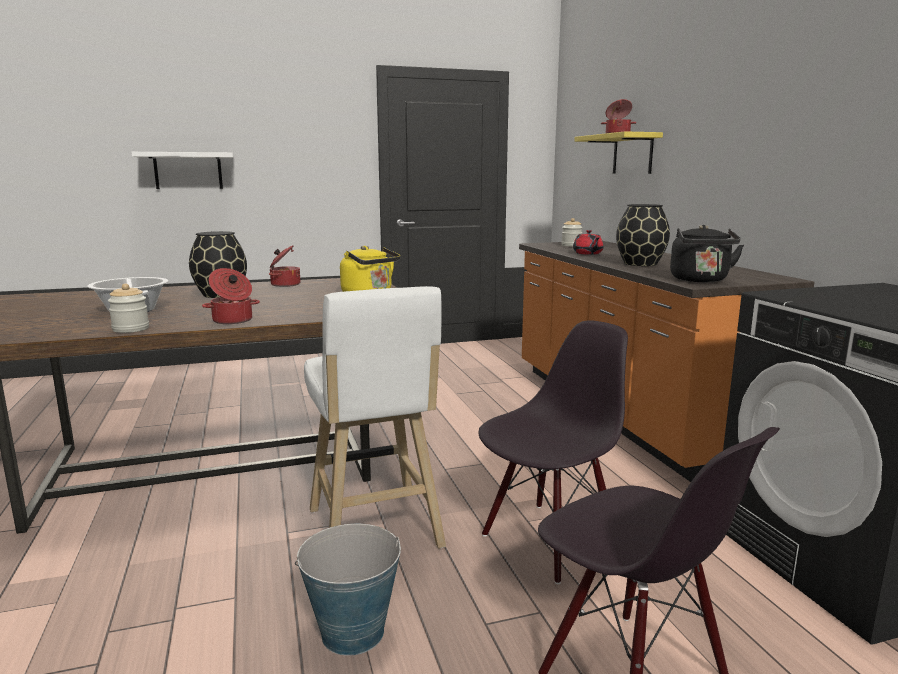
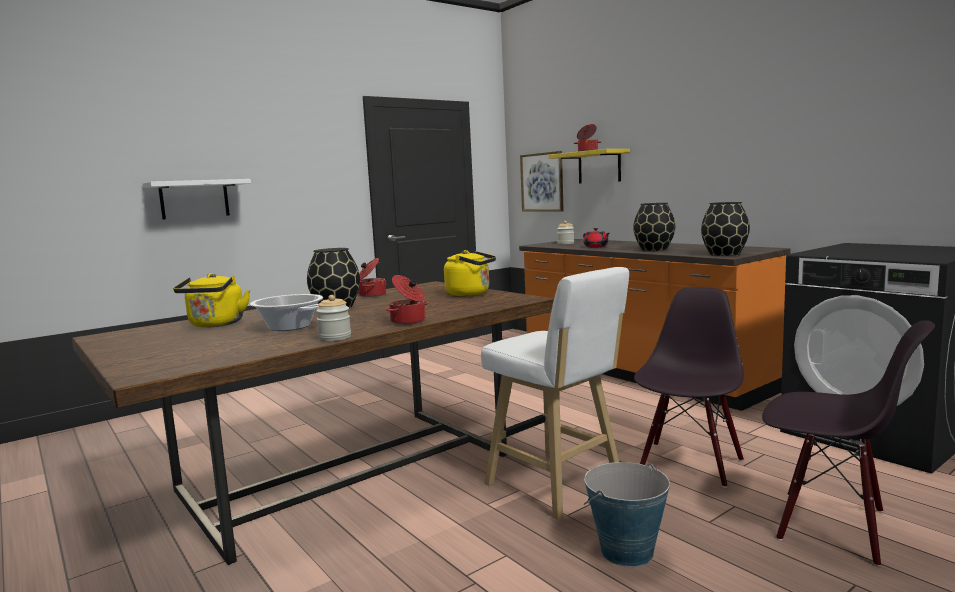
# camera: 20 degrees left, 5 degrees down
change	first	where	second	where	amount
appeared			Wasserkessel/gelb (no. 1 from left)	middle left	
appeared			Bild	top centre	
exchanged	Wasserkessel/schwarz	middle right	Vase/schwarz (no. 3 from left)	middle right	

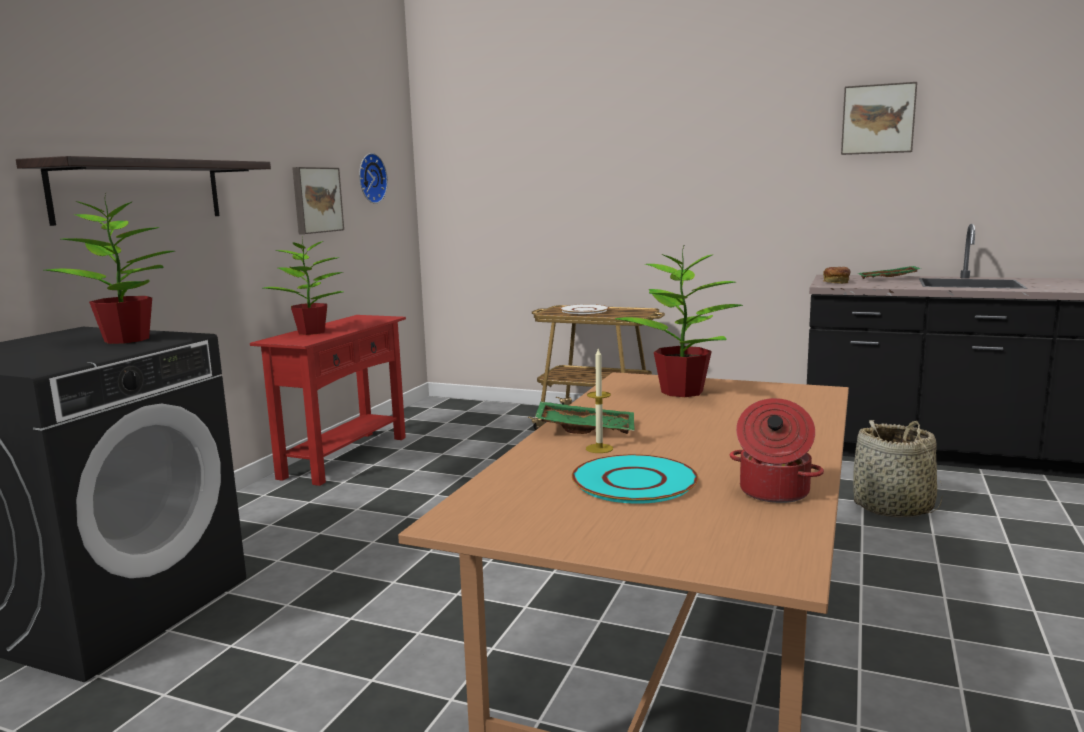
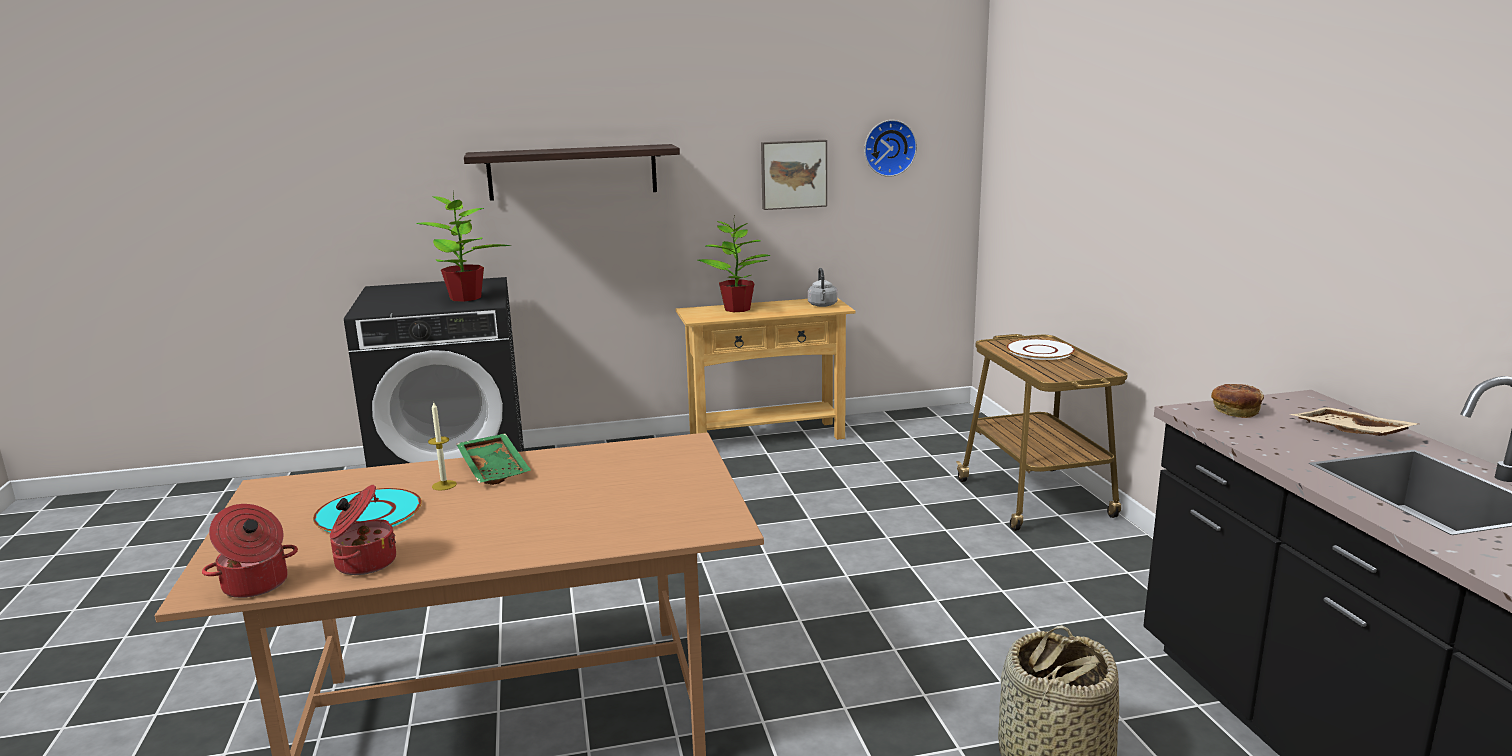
# camera: 55 degrees right, 5 degrees up
change	first	where	second	where	amount
appeared			Kochtopf (no. 1 from left)	bottom left	
colour	Konsolentisch/rot	middle left	Konsolentisch/beige	centre	
appeared			Wasserkessel/grau	centre	
colour	Tablett/grün (no. 2 from left)	middle right	Tablett/beige	middle right	
missing	Topfpflanze (no. 3 from left)	centre			
missing	Bild (no. 2 from left)	top right			

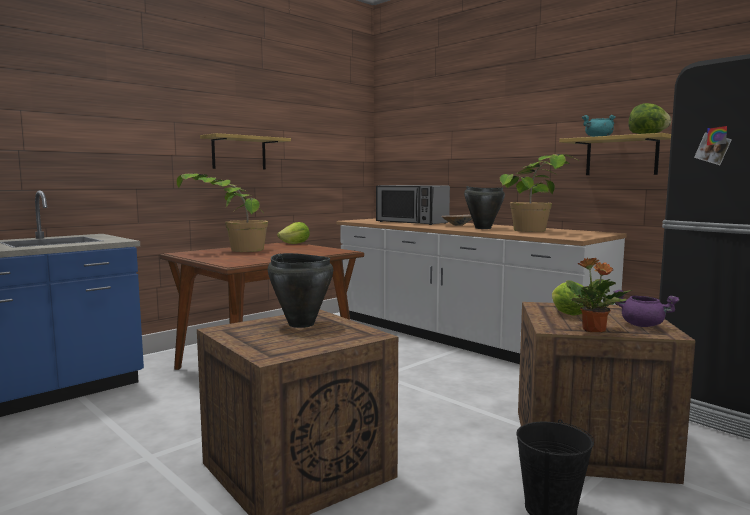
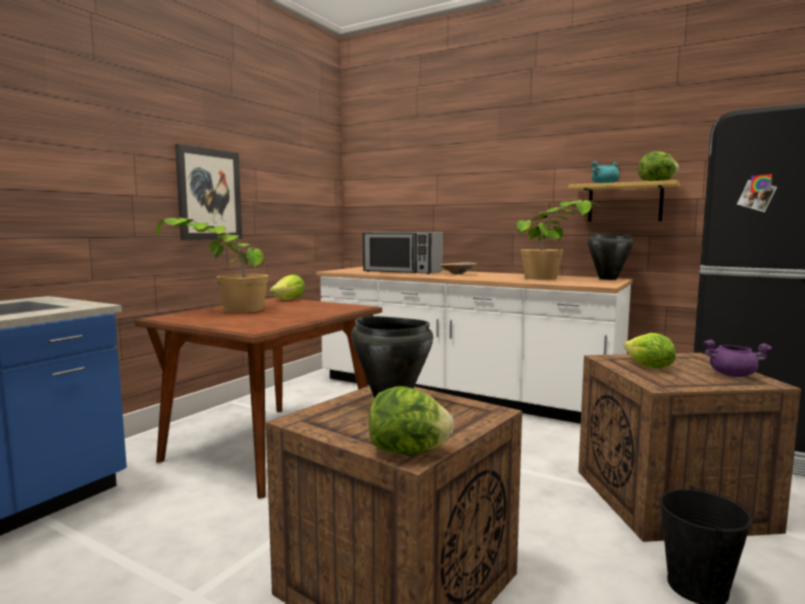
# camera: 15 degrees left, 0 degrees up
change	first	where	second	where	amount
exchanged	Wandregal (no. 1 from left)	top left	Bild	top left	
appeared			Salatkopf (no. 2 from left)	bottom centre	
relocated	Kochtopf/schwarz (no. 2 from left)	centre		middle right	
missing	Topfpflanze (no. 3 from left)	middle right			

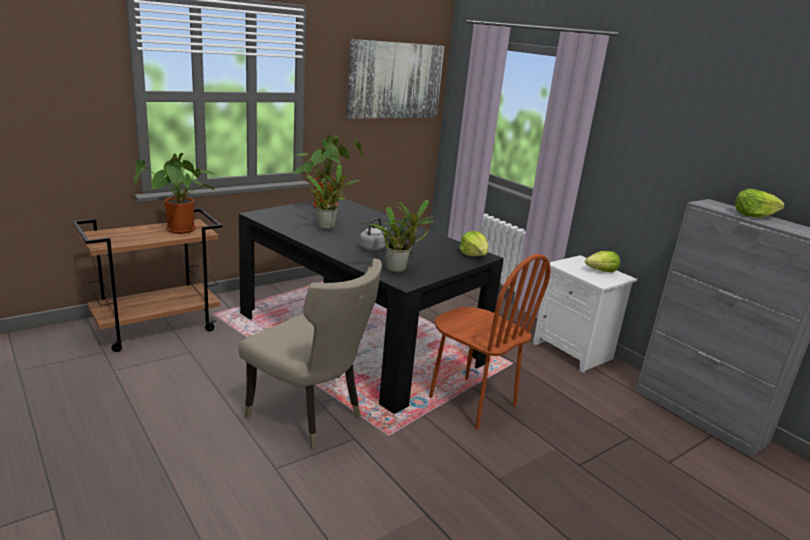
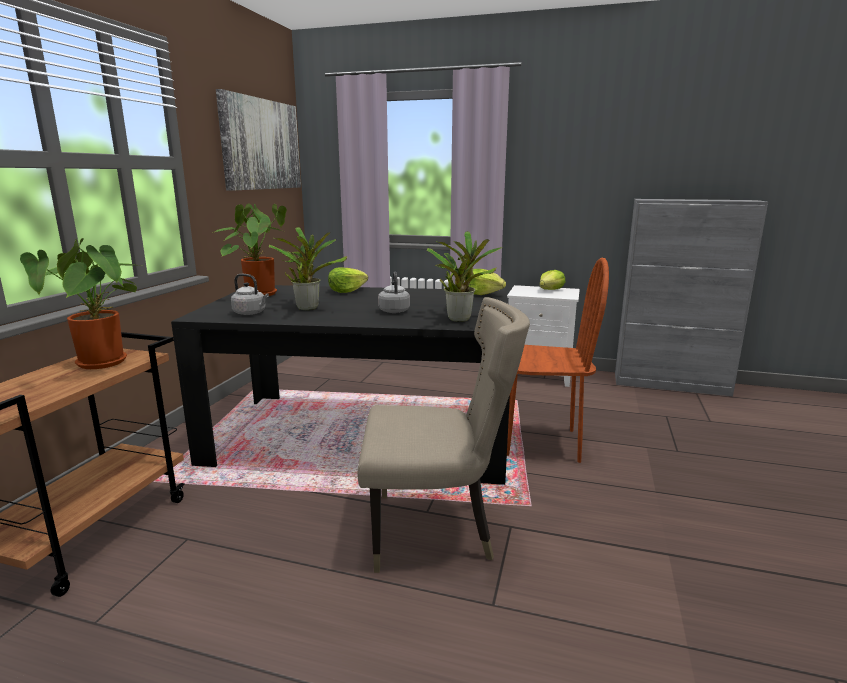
# camera: 35 degrees left, 5 degrees down
change	first	where	second	where	amount
appeared			Wasserkessel/grau (no. 1 from left)	middle left	
relocated	Salatkopf (no. 3 from left in the first image)	middle right	Salatkopf (no. 1 from left)	centre	

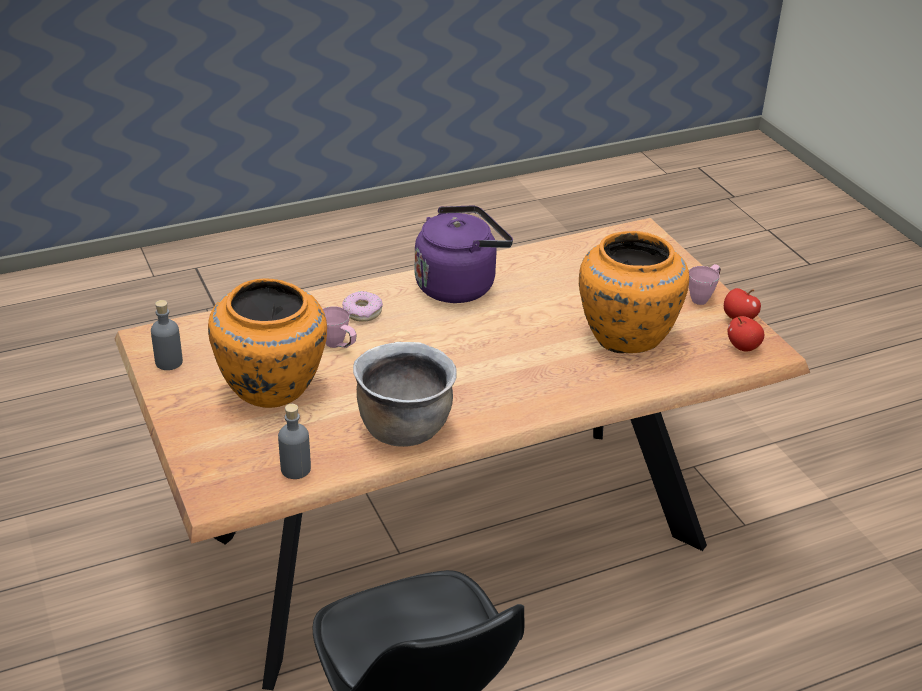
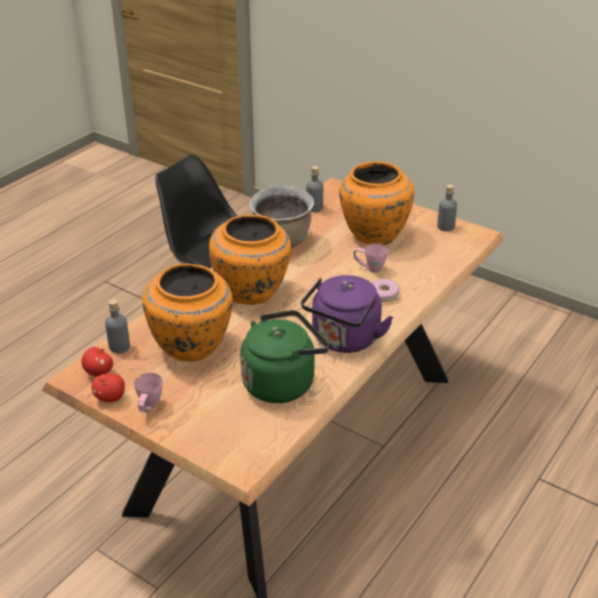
# camera: 150 degrees right, 0 degrees up
change	first	where	second	where	amount
appeared			Flasche/grau (no. 1 from left)	middle left	
appeared			Vase/orange (no. 2 from left)	centre	
appeared			Wasserkessel/grün	centre	

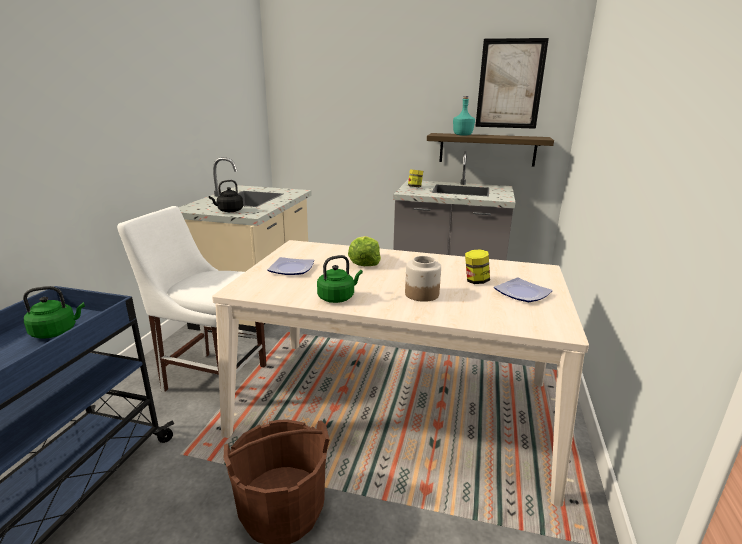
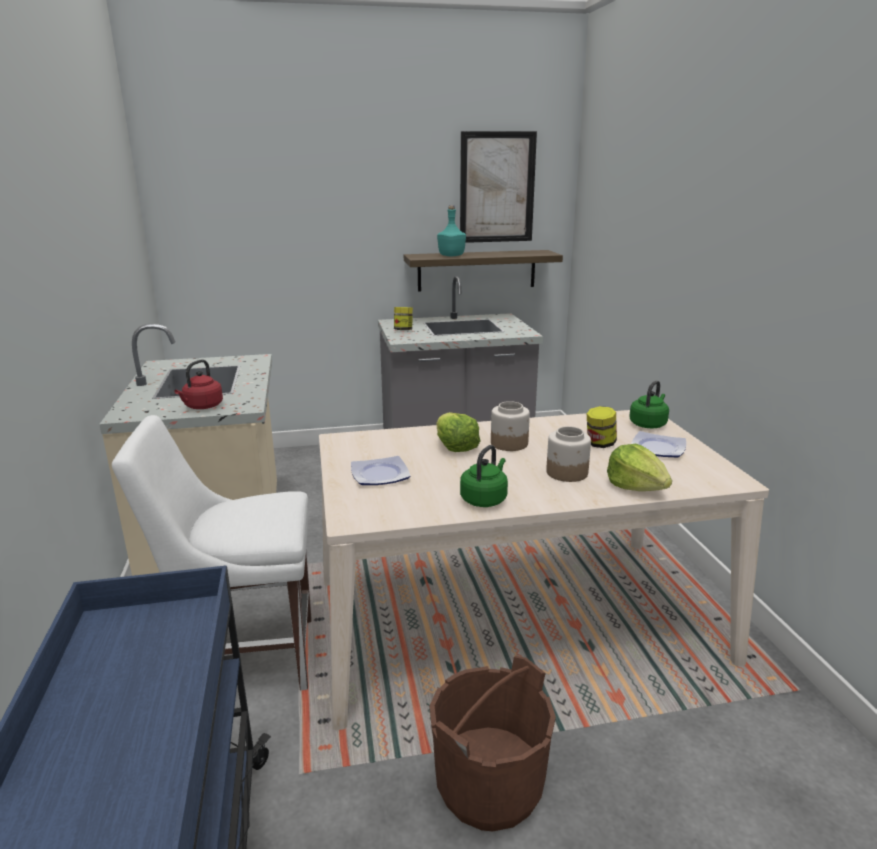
# camera: 25 degrees left, 0 degrees up
change	first	where	second	where	amount
colour	Wasserkessel/schwarz	middle left	Wasserkessel/rot	middle left	
appeared			Vorratsglas (no. 2 from left)	centre	
appeared			Salatkopf (no. 2 from left)	middle right	
relocated	Wasserkessel/grün (no. 1 from left in the first image)	middle left	Wasserkessel/grün (no. 2 from left)	middle right	

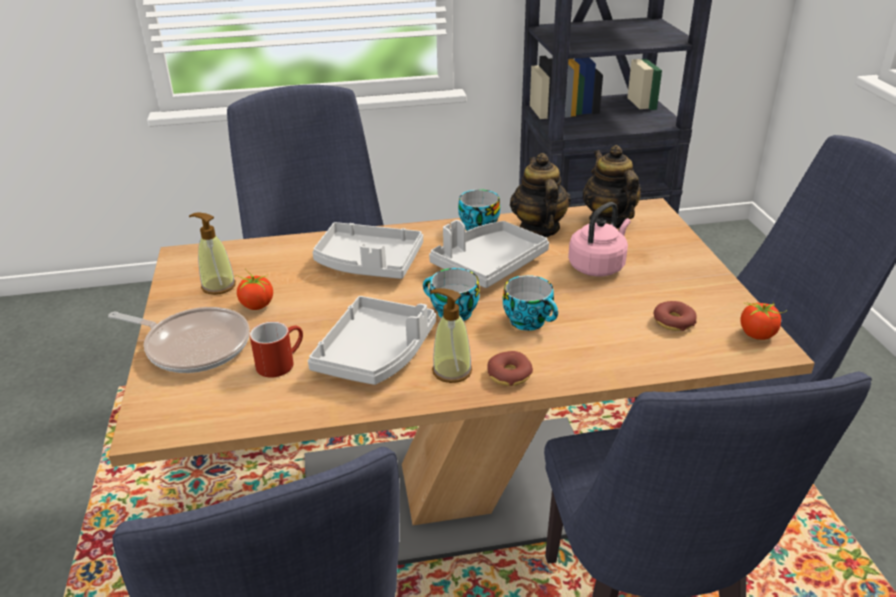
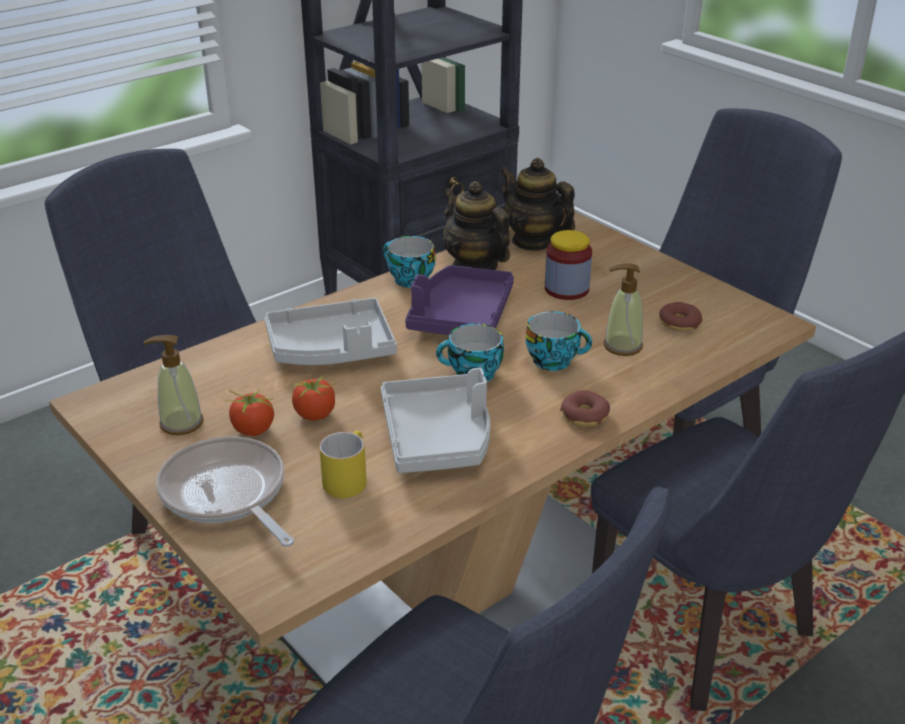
# camera: 30 degrees left, 0 degrees up
change	first	where	second	where	amount
spun	Pfanne	middle left		bottom left	120 degrees counterclockwise
relocated	Tomate (no. 2 from left)	middle right		centre	
colour	Henkelbecher/rot	middle left	Henkelbecher/gelb	centre	
colour	Tablett/grau (no. 3 from left)	centre	Tablett/lila	centre	
exchanged	Wasserkessel/rosa	middle right	Vorratsglas	centre	
relocated	Seifenspender (no. 2 from left)	centre		middle right	

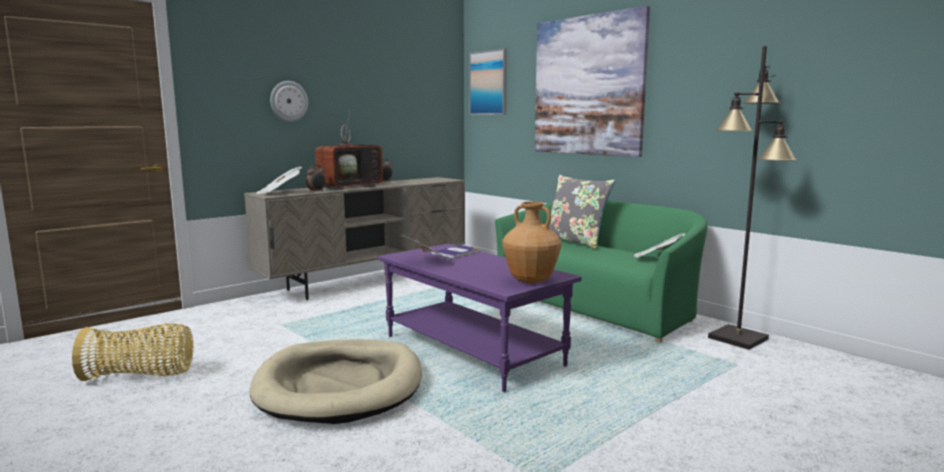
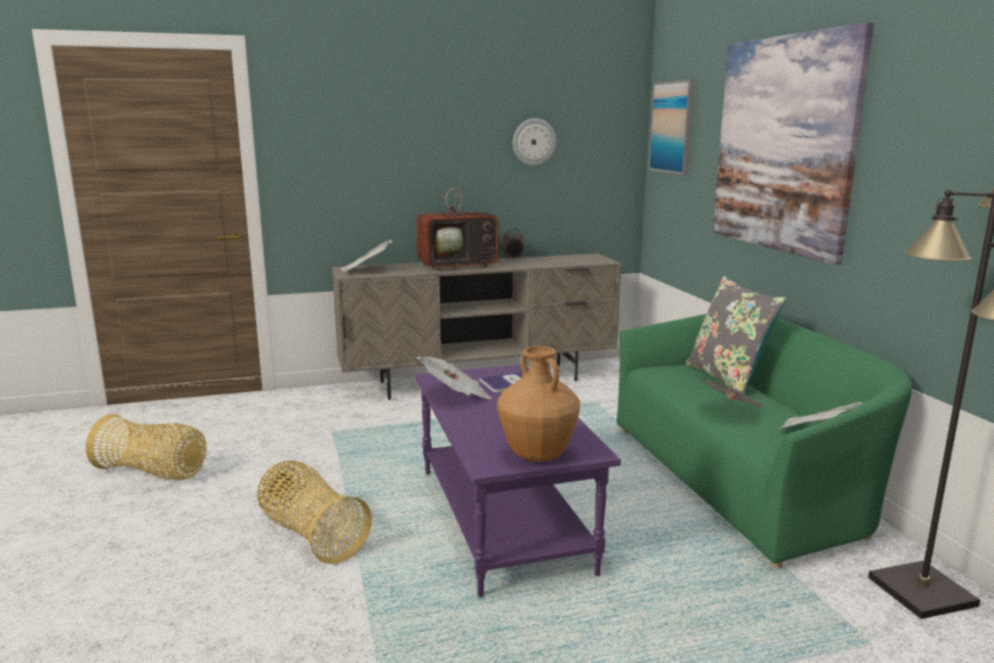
# camera: 25 degrees right, 5 degrees up
change	first	where	second	where	amount
exchanged	Hundebett/beige	bottom centre	Korb (no. 2 from left)	bottom left	
relocated	Wanduhr	top left		top centre	
appeared			Zeitung (no. 3 from left)	middle right	
missing	Wecker (no. 1 from left)	centre			

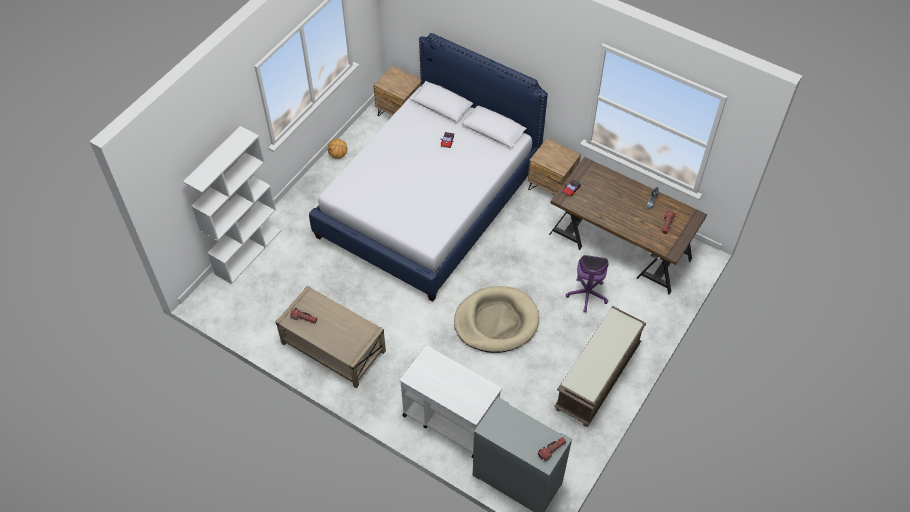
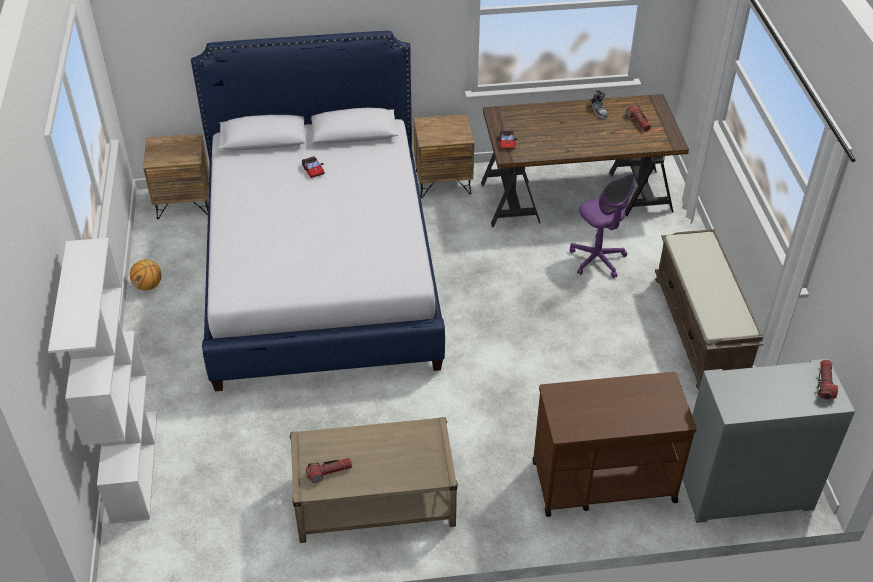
# camera: 40 degrees left, 10 degrees down
change	first	where	second	where	amount
colour	Rollwagen/weiß	bottom centre	Rollwagen/braun	bottom right	
missing	Hundebett/beige	centre			

